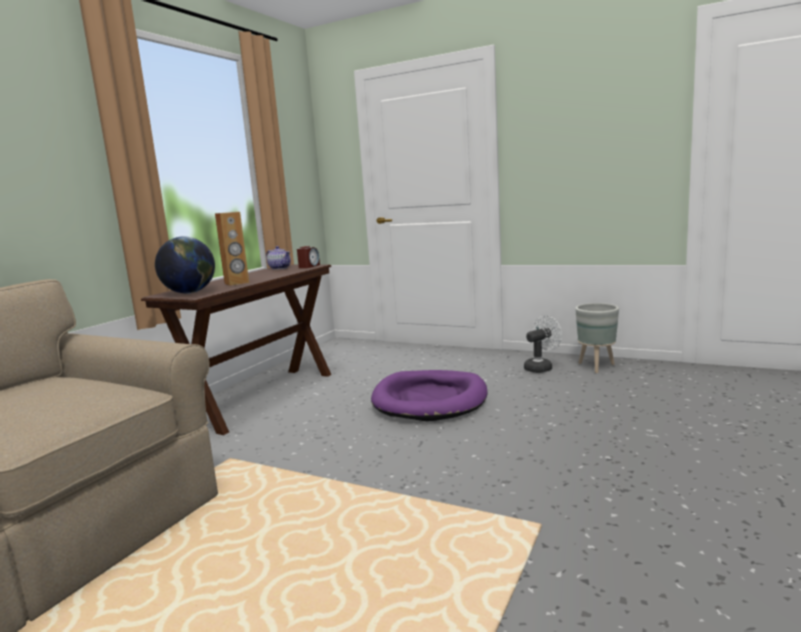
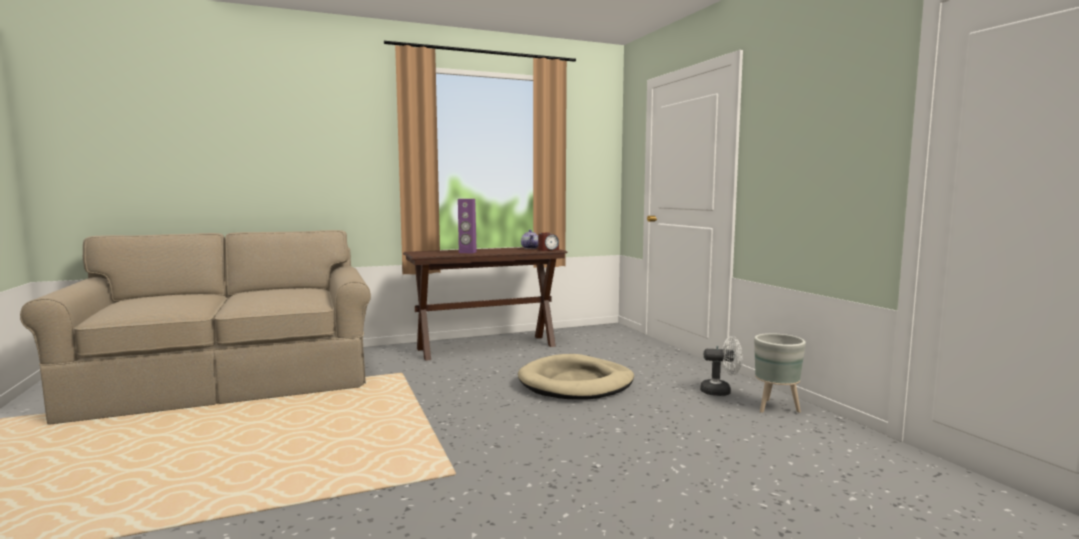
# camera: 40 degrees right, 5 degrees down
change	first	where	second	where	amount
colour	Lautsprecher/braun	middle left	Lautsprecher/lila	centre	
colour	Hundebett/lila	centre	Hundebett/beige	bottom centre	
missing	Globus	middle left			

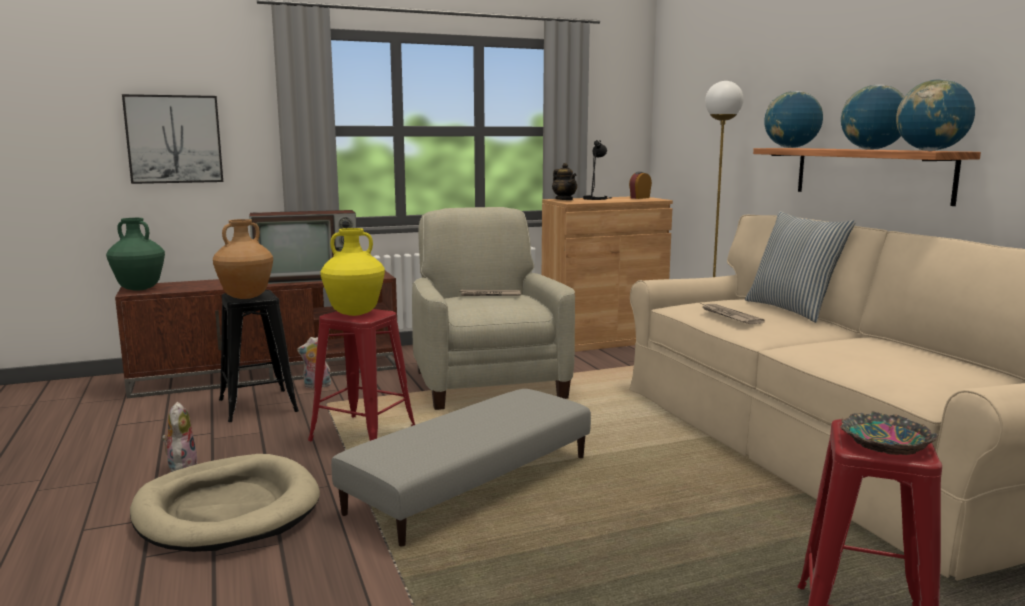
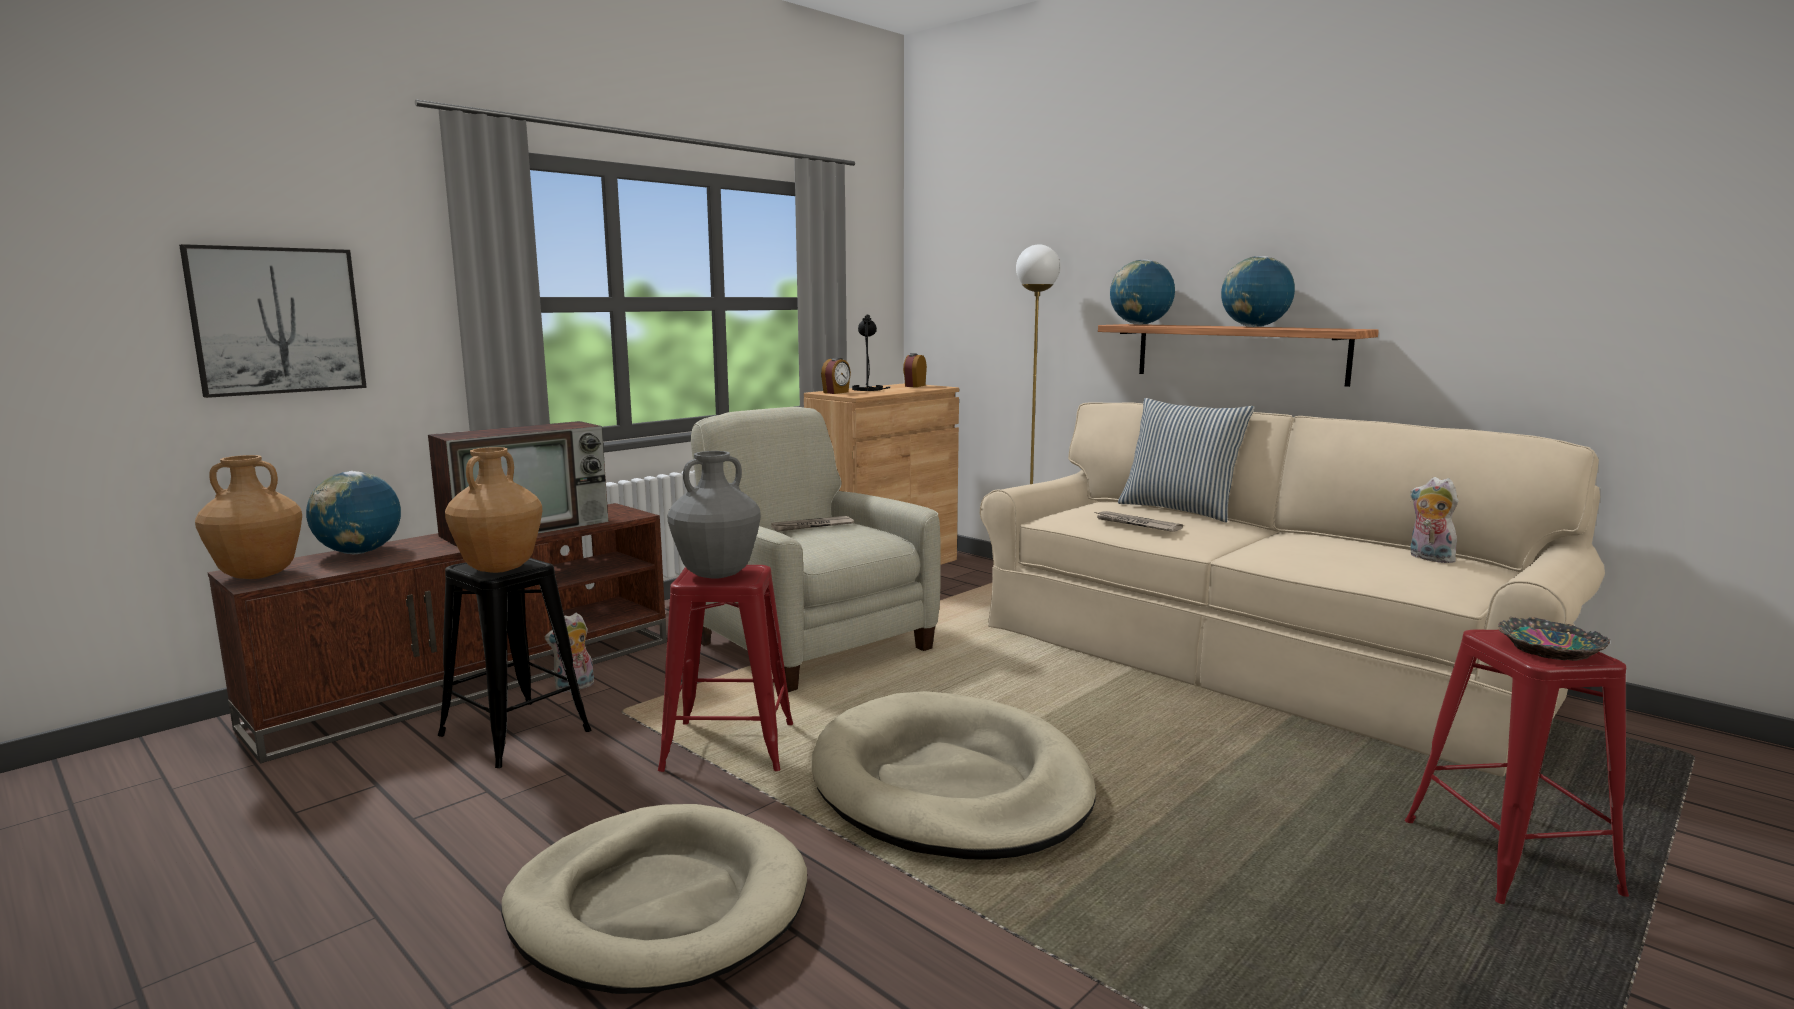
# camera: 25 degrees left, 0 degrees up
change	first	where	second	where	amount
colour	Vase/grün	middle left	Vase/braun (no. 1 from left)	middle left	
relocated	Globus (no. 3 from left in the first image)	top right	Globus (no. 1 from left)	middle left	
colour	Vase/gelb	centre	Vase/grau	centre	
exchanged	Polsterhocker/grau	bottom centre	Hundebett/beige (no. 2 from left)	bottom centre	
exchanged	Teekanne	top centre	Wecker (no. 1 from left)	centre	
relocated	Plüschtier (no. 1 from left in the first image)	bottom left	Plüschtier (no. 2 from left)	middle right	

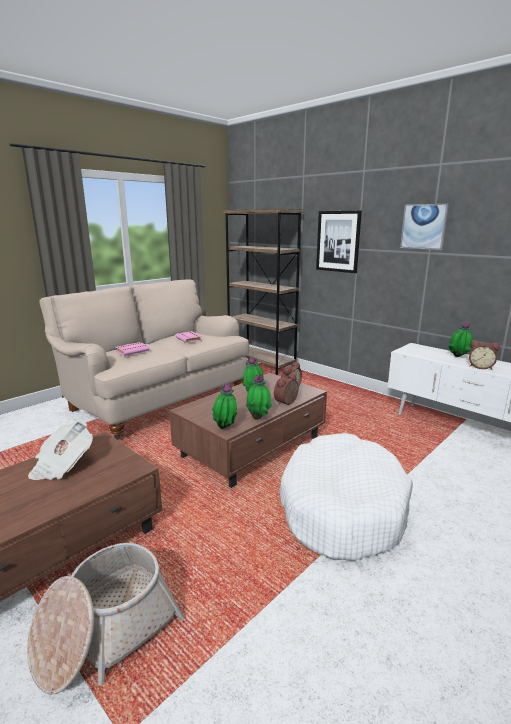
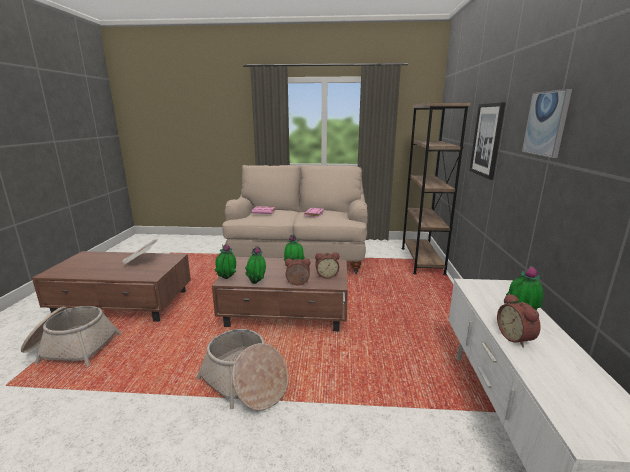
# camera: 50 degrees right, 0 degrees up
change	first	where	second	where	amount
exchanged	Hundebett/weiß	bottom right	Korb (no. 2 from left)	bottom centre	

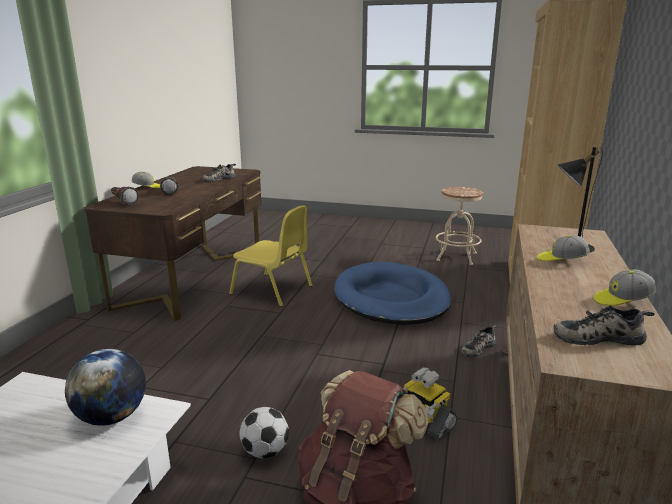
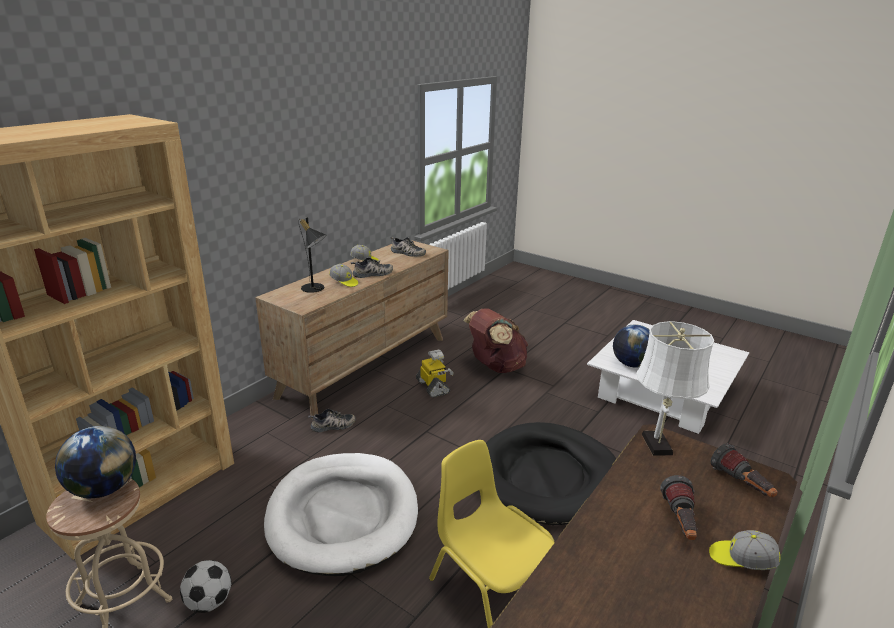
# camera: 160 degrees left, 5 degrees up
change	first	where	second	where	amount
appeared			Globus (no. 1 from left)	bottom left	
relocated	Fußball	bottom centre		bottom left	
colour	Hundebett/blau	centre	Hundebett/weiß	bottom centre	
relocated	Schuh (no. 1 from left in the first image)	middle left	Schuh (no. 2 from left)	centre	
appeared			Hundebett/schwarz	bottom centre	
appeared			Tischlampe/weiß	middle right	

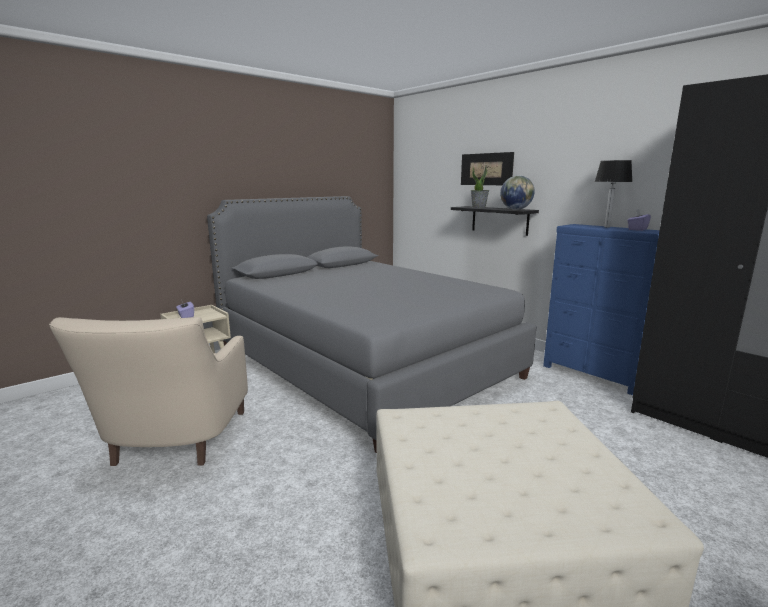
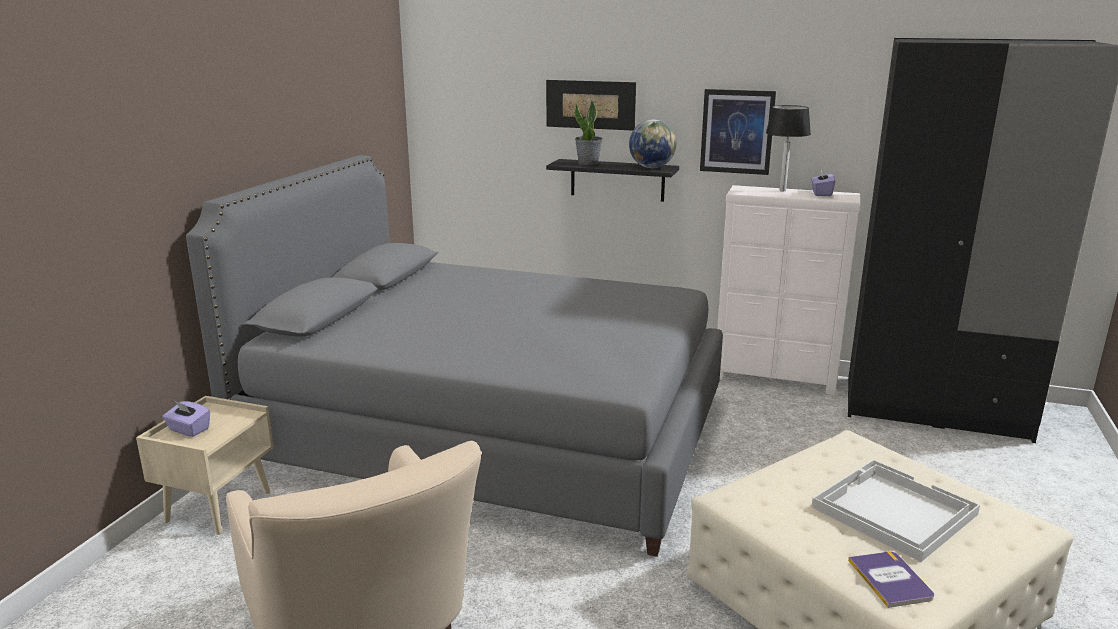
# camera: 30 degrees left, 5 degrees up
change	first	where	second	where	amount
appeared			Bild (no. 2 from left)	top centre	
colour	Kommode/blau	middle right	Kommode/weiß	middle right	
appeared			Tablett/weiß	bottom right	
appeared			Buch	bottom right	

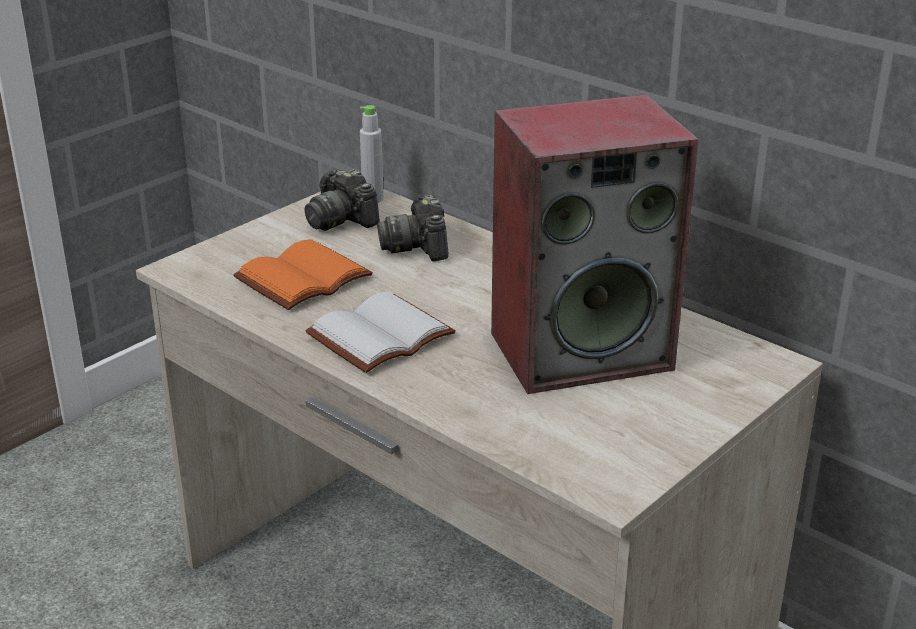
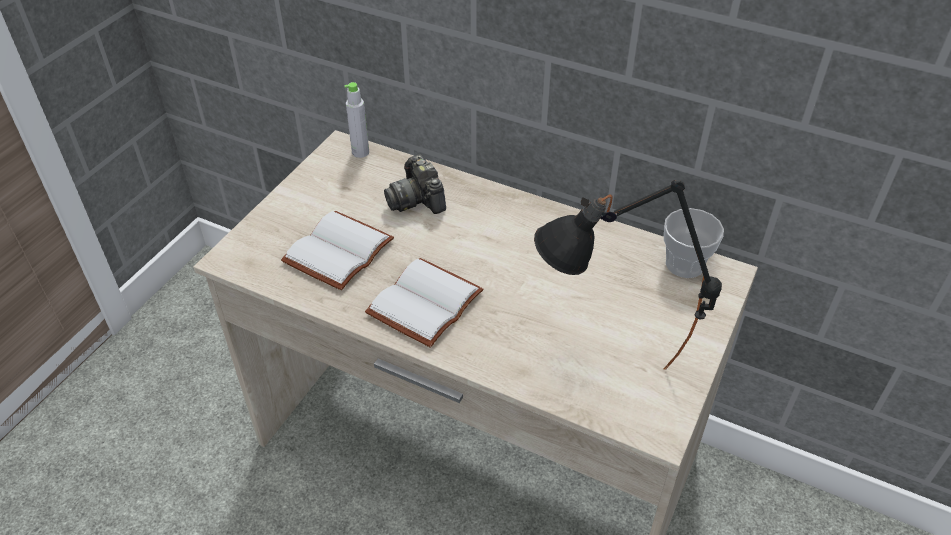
# camera: 15 degrees left, 15 degrees up
change	first	where	second	where	amount
colour	Buch/orange	middle left	Buch/weiß (no. 1 from left)	centre	
appeared			Tischlampe/schwarz	centre	
appeared			Tasse	middle right	
missing	Kamera (no. 1 from left)	top centre			
missing	Lautsprecher	centre			

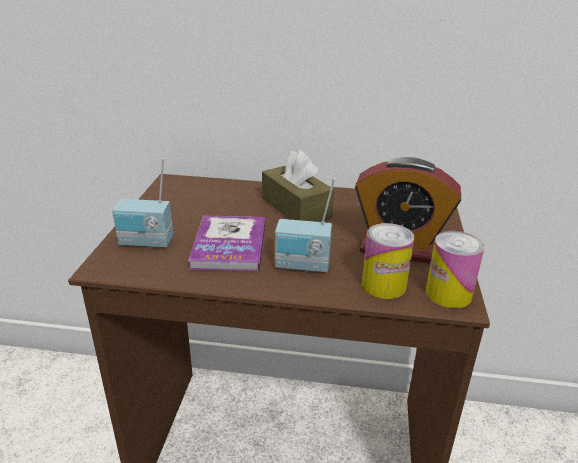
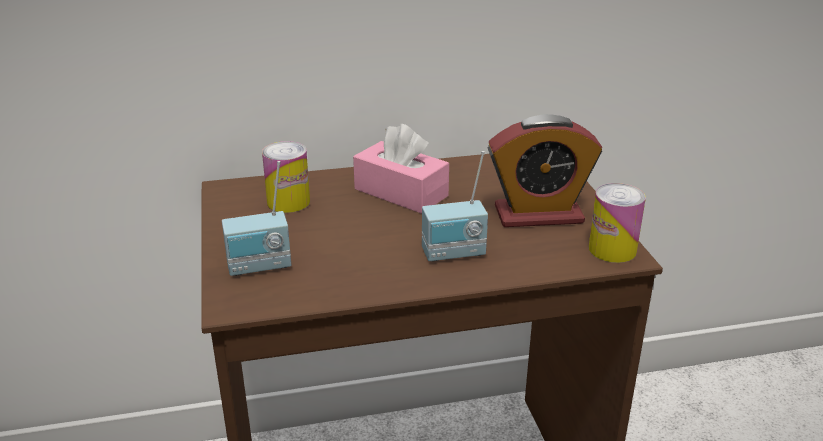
# camera: 20 degrees left, 0 degrees up
change	first	where	second	where	amount
relocated	Dose (no. 1 from left)	middle right		centre	
colour	Taschentuchbox/braun	centre	Taschentuchbox/rosa	centre	
missing	Buch	centre			

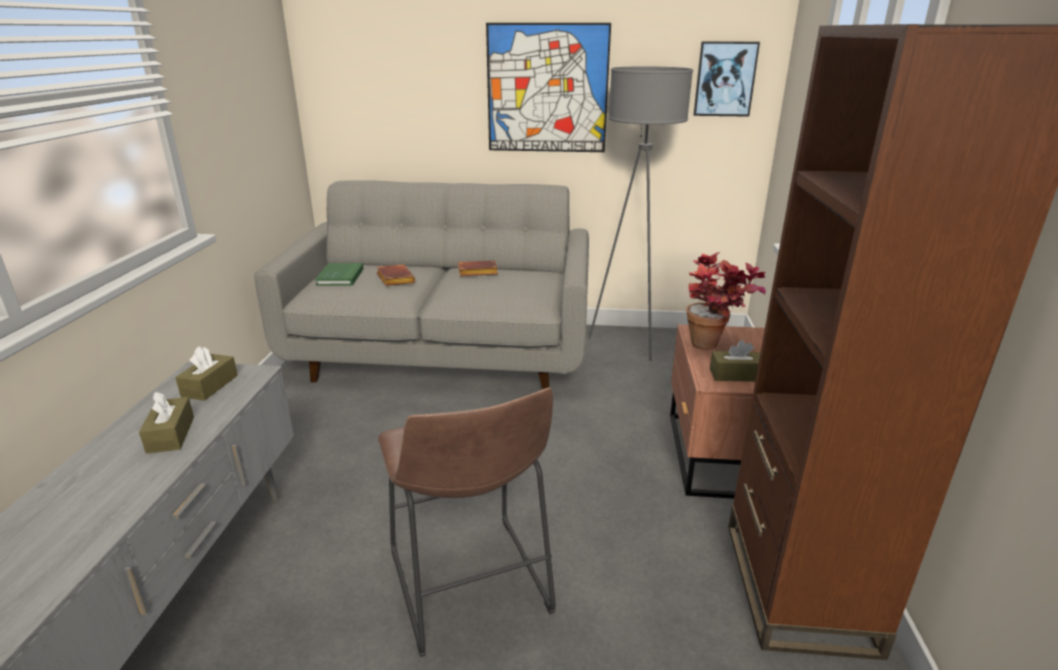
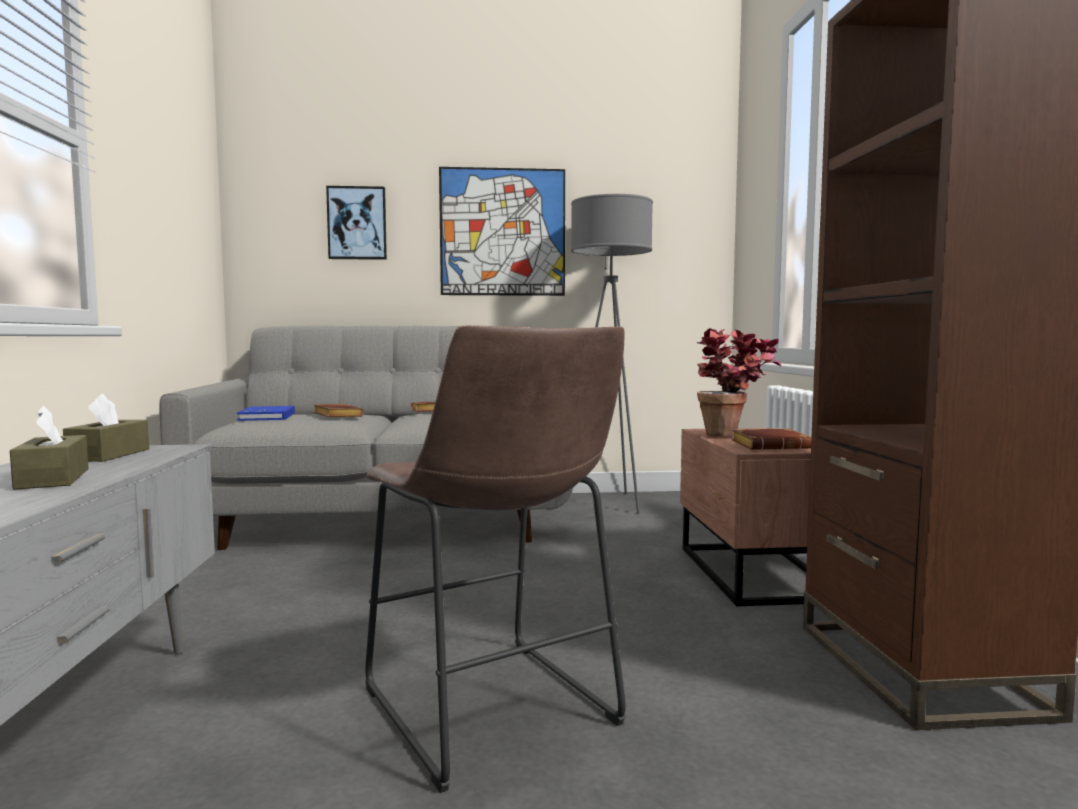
# camera: 10 degrees left, 20 degrees down
change	first	where	second	where	amount
colour	Buch/grün	middle left	Buch/blau	middle left	
relocated	Bild (no. 2 from left in the first image)	top right	Bild (no. 1 from left)	top left	
exchanged	Taschentuchbox/braun (no. 3 from left)	middle right	Buch/braun (no. 3 from left)	middle right	

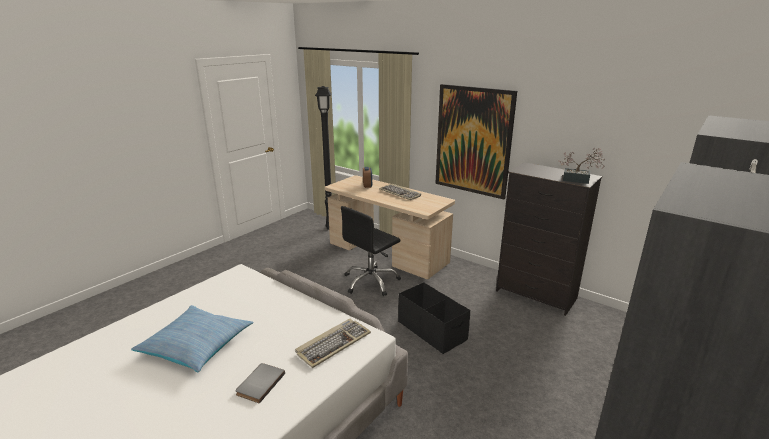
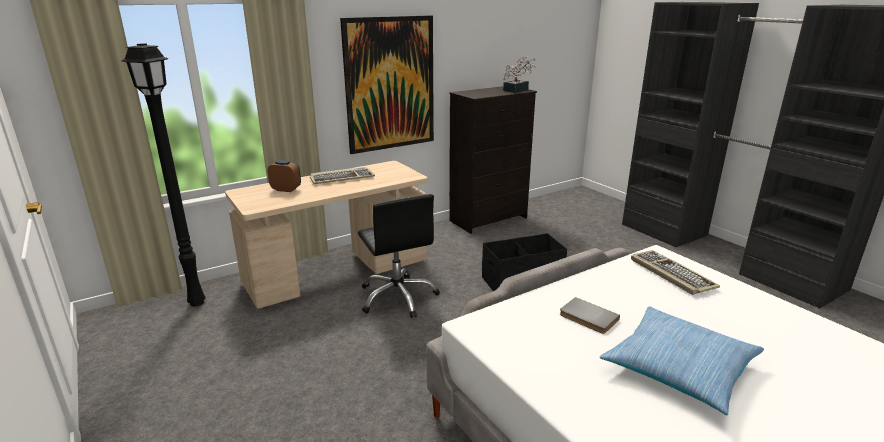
# camera: 70 degrees left, 0 degrees up
change	first	where	second	where	amount
relocated	Buch/grau	bottom centre		bottom right	

